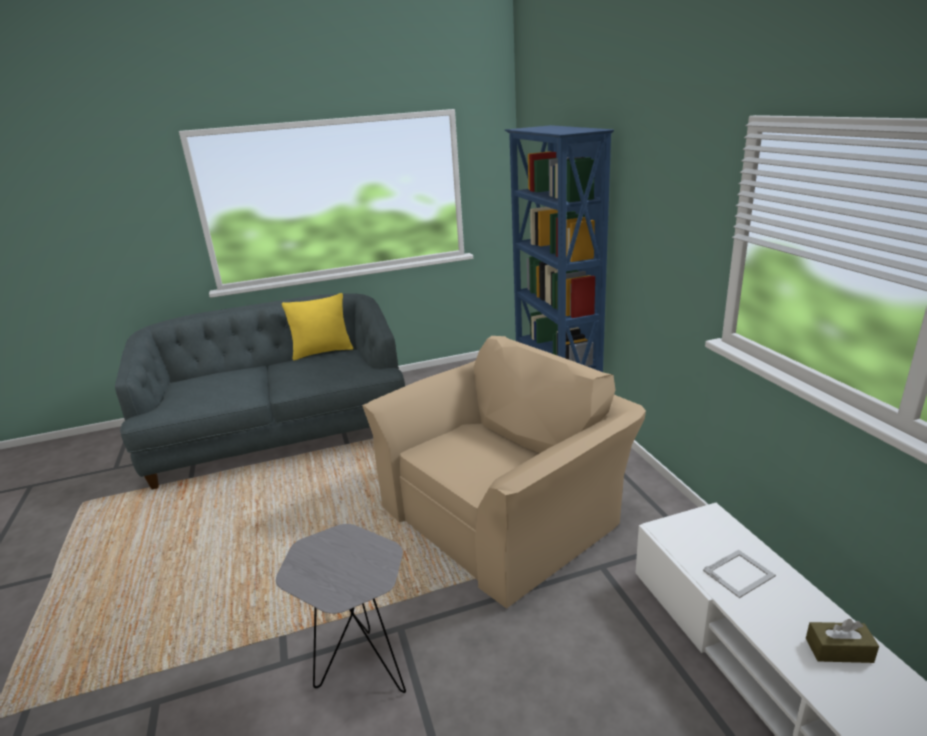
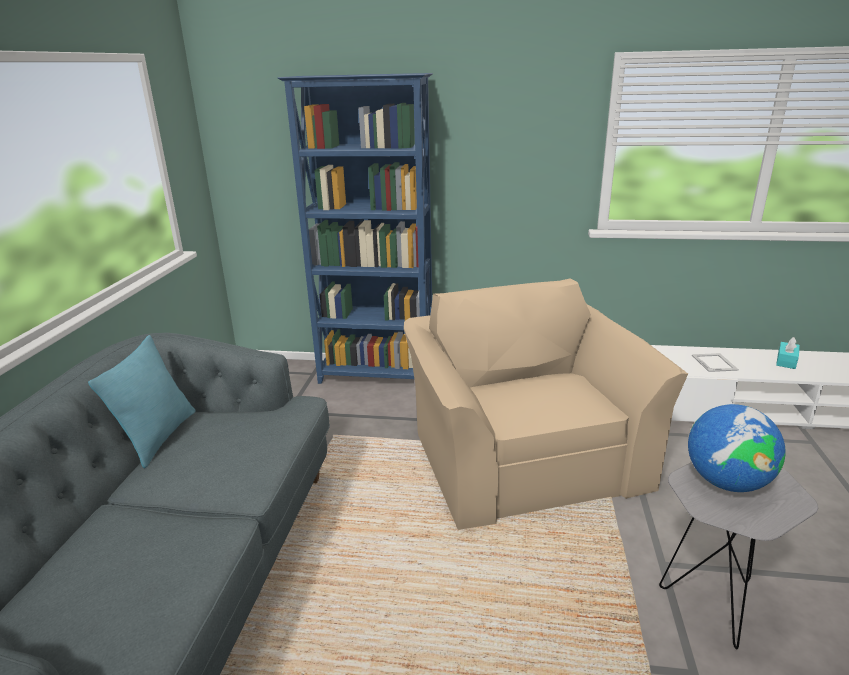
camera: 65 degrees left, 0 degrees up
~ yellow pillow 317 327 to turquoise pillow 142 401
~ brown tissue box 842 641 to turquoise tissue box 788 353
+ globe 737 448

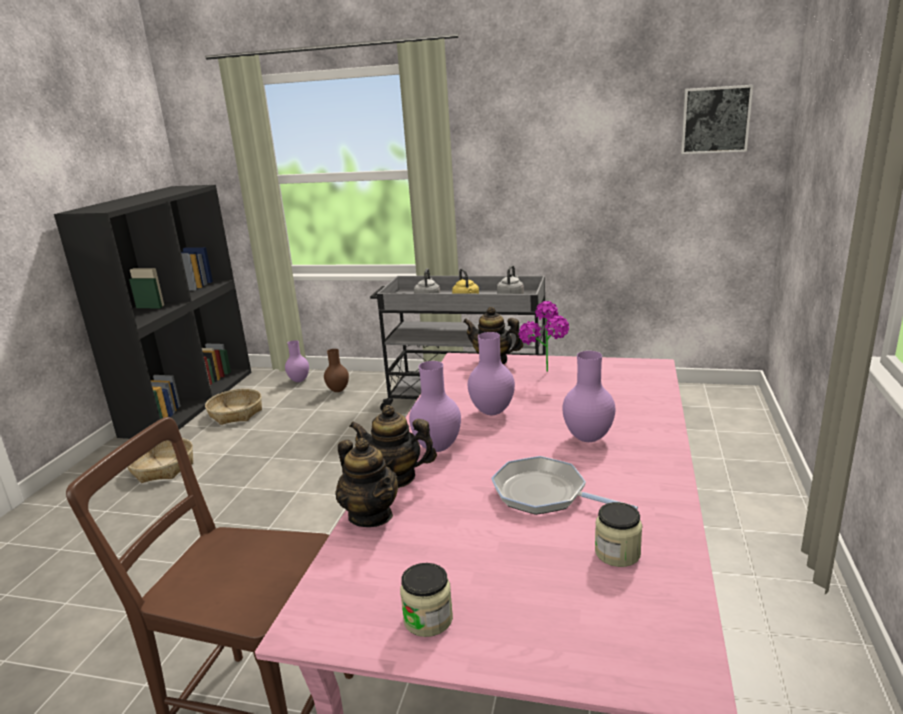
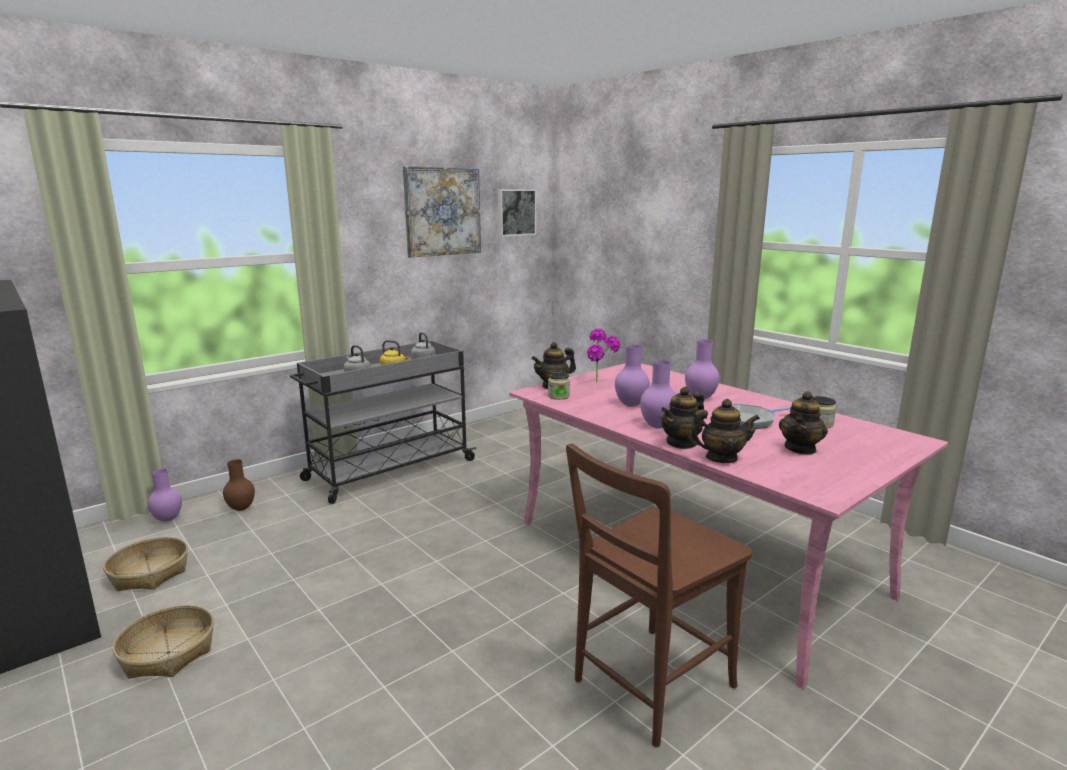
camera: 55 degrees left, 5 degrees down
~ jar 426 600 to 559 386
+ picture 442 212
+ teapot 803 423

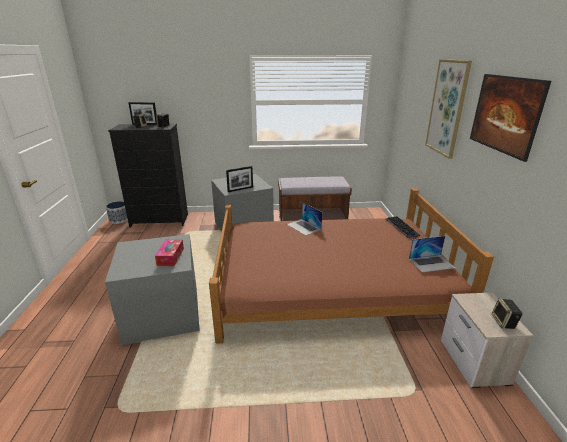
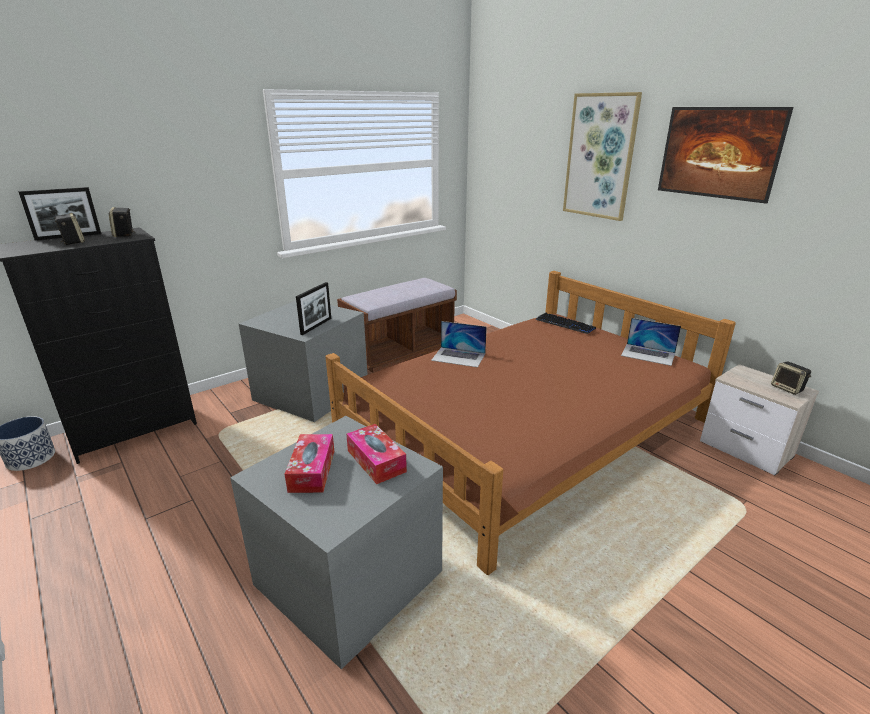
camera: 35 degrees left, 0 degrees up
~ laptop 432 254 = 651 342 75 degrees clockwise
+ tissue box 309 463

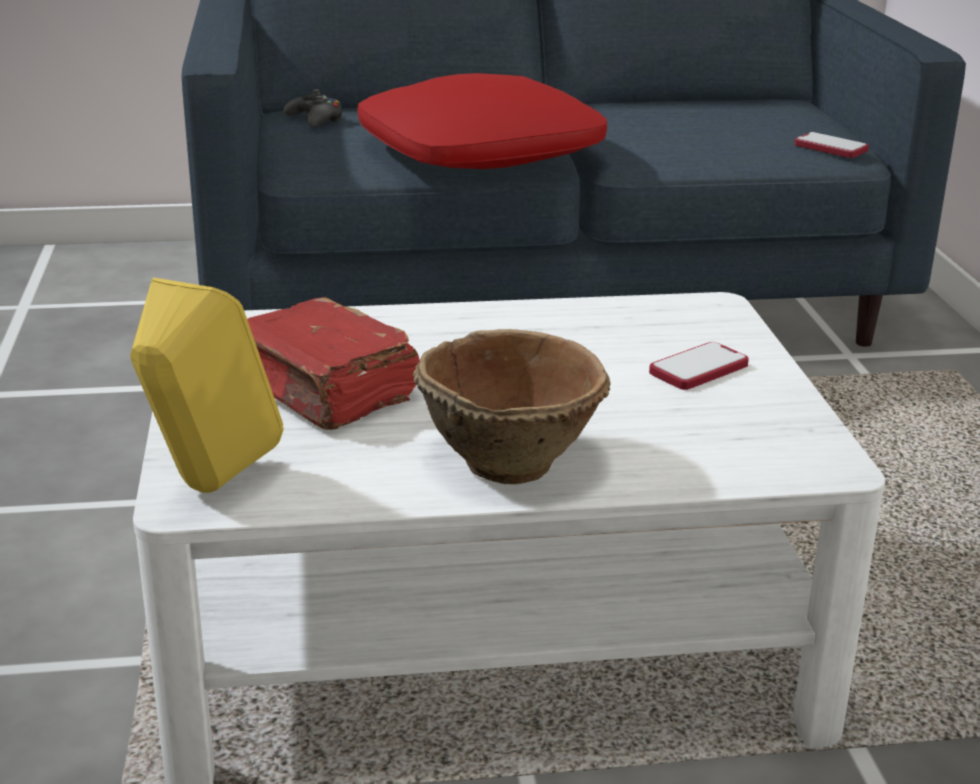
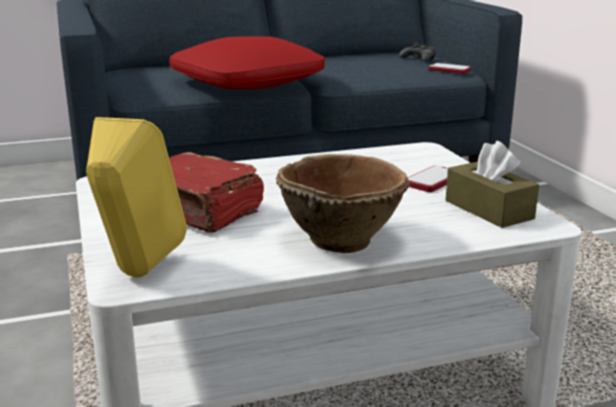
camera: 10 degrees left, 5 degrees down
~ black game controller 313 108 to 417 51
+ brown tissue box 492 184

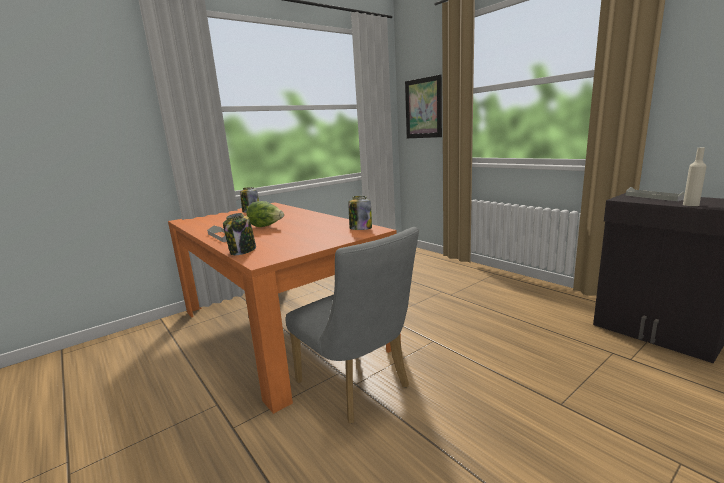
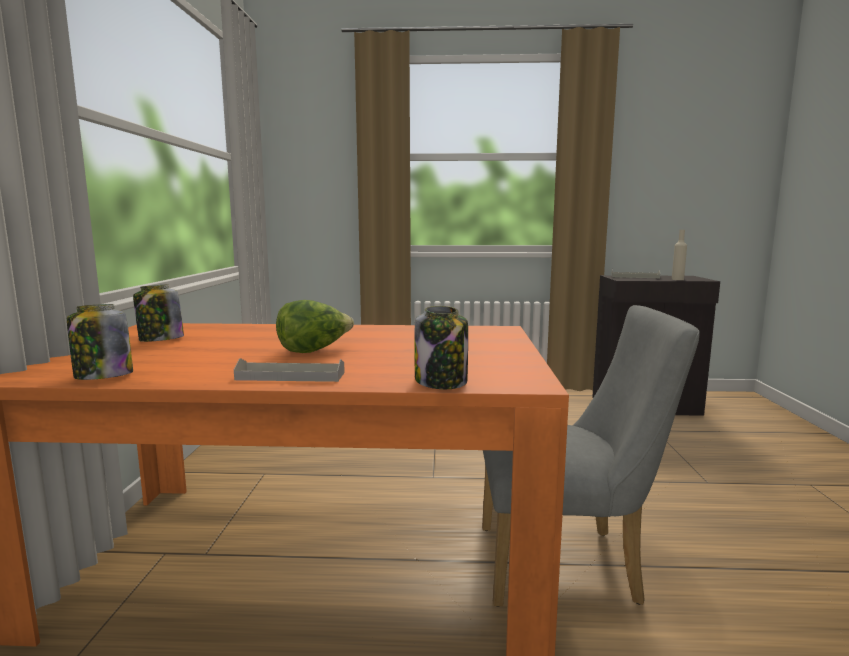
camera: 50 degrees left, 5 degrees down
- picture 423 106
~ jar 360 213 to 100 342

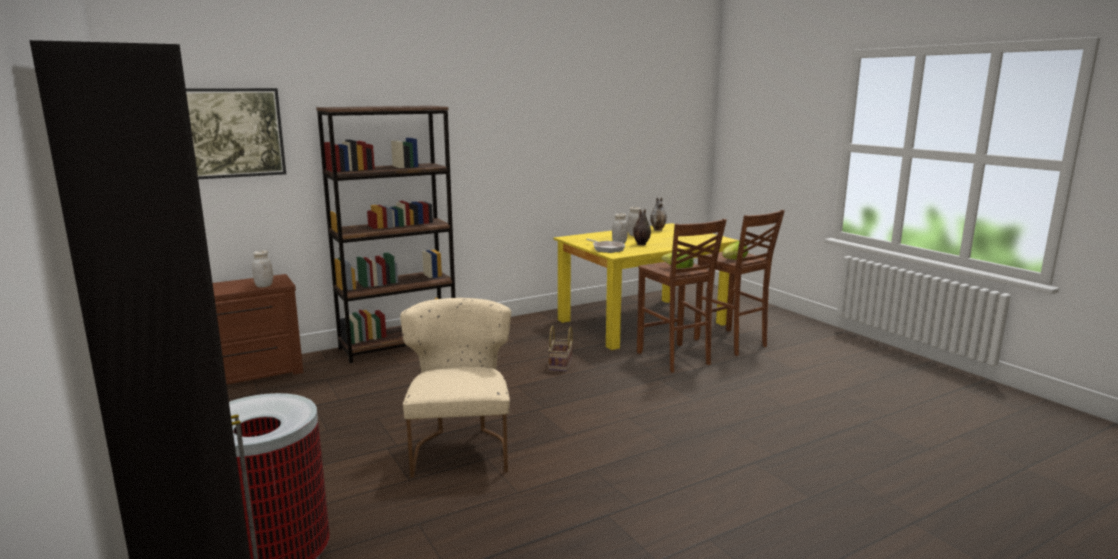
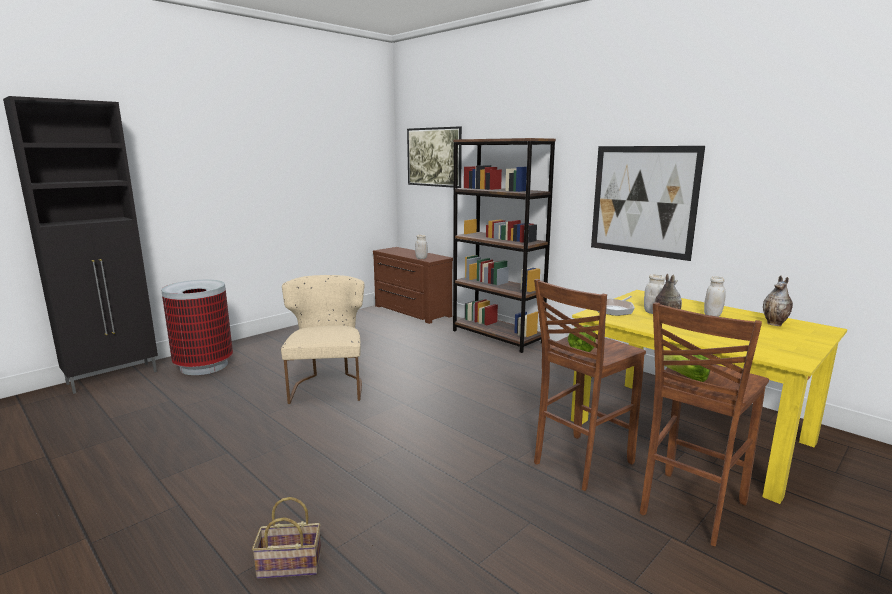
camera: 75 degrees right, 0 degrees up
~ beige chair 455 387 = 323 339 75 degrees counterclockwise
~ basket 560 348 to 286 538
+ picture 648 203

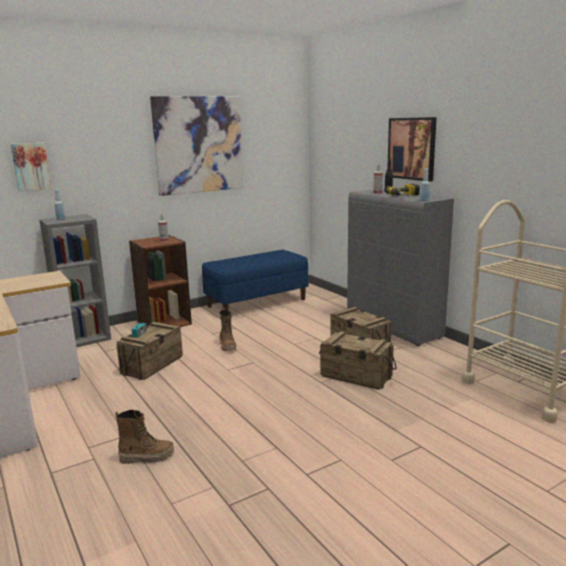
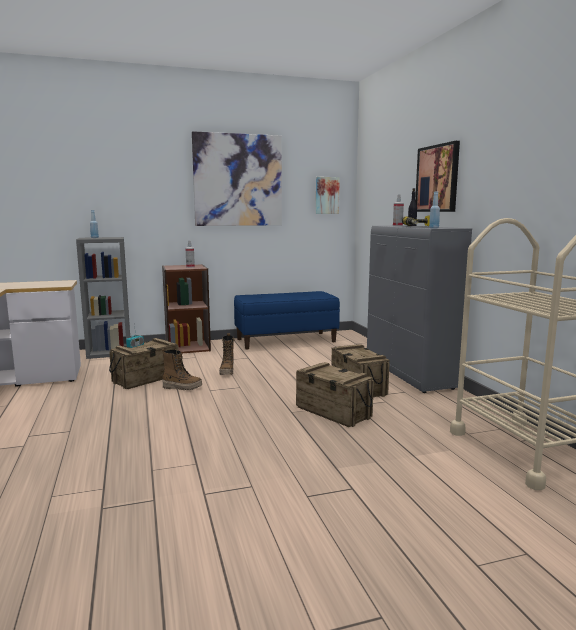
camera: 15 degrees right, 5 degrees down
~ picture 31 167 to 328 195
~ boot 144 437 to 182 369

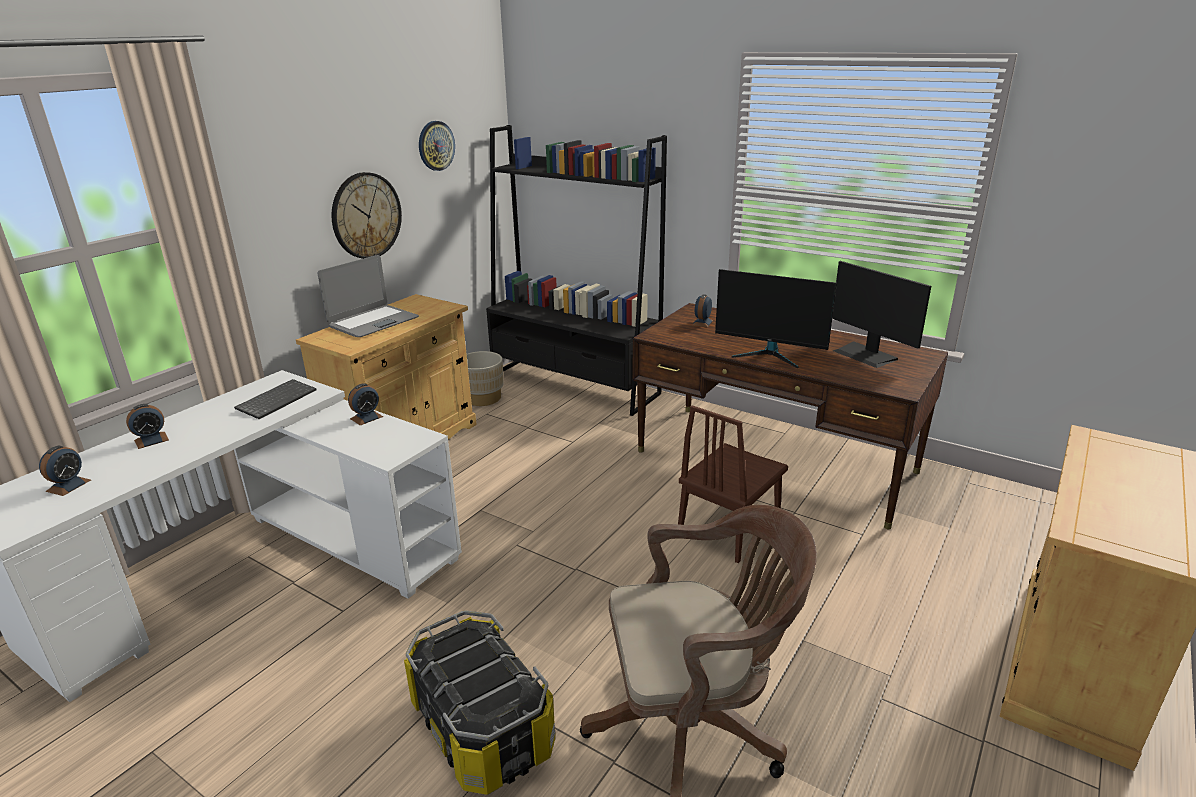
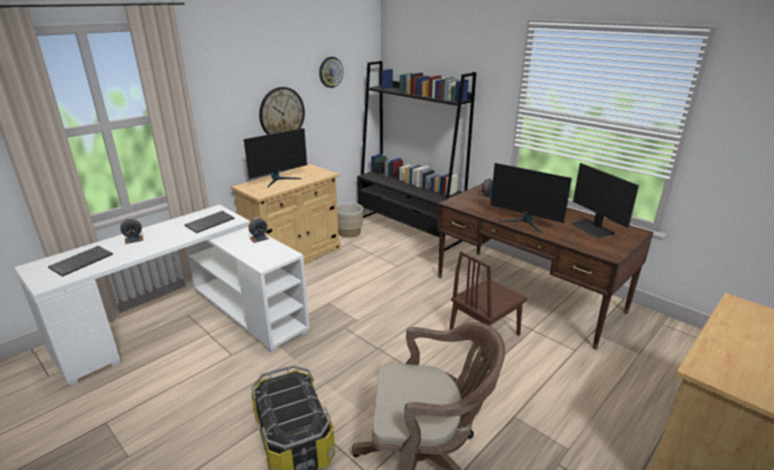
camera: 10 degrees right, 0 degrees up
~ laptop 368 296 to monitor 275 158
~ alarm clock 65 471 to keyboard 80 261

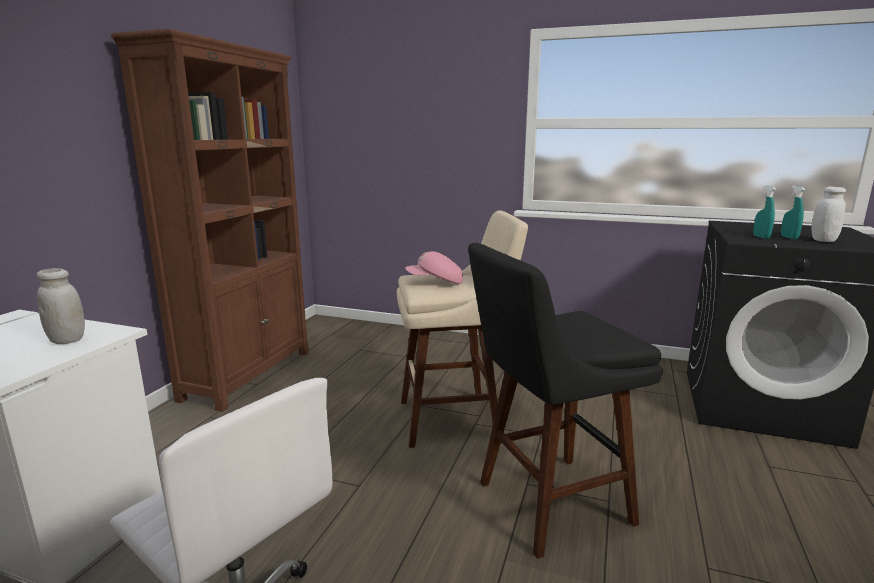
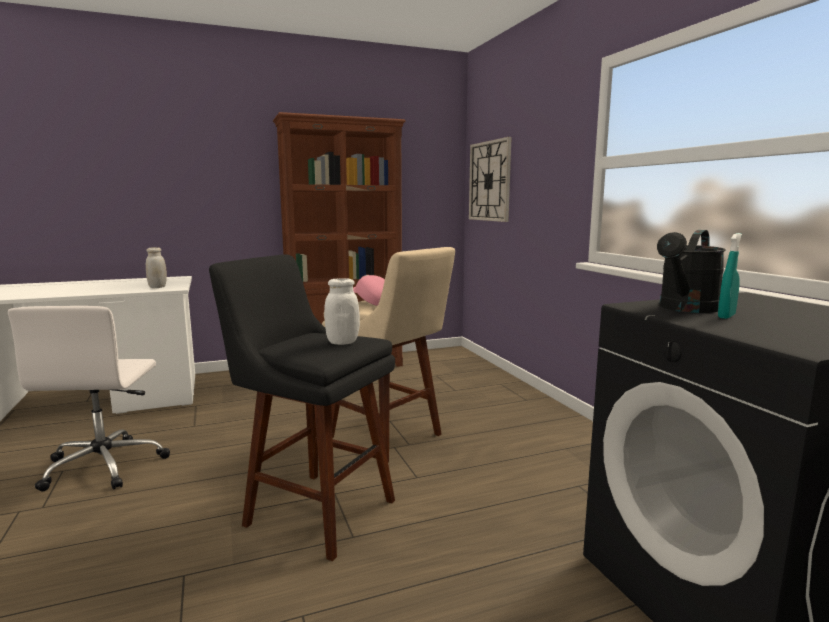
camera: 50 degrees right, 5 degrees down
~ turquoise spray bottle 764 212 to black watering can 691 271
~ white jar 829 214 to 342 311
+ wall clock 490 179

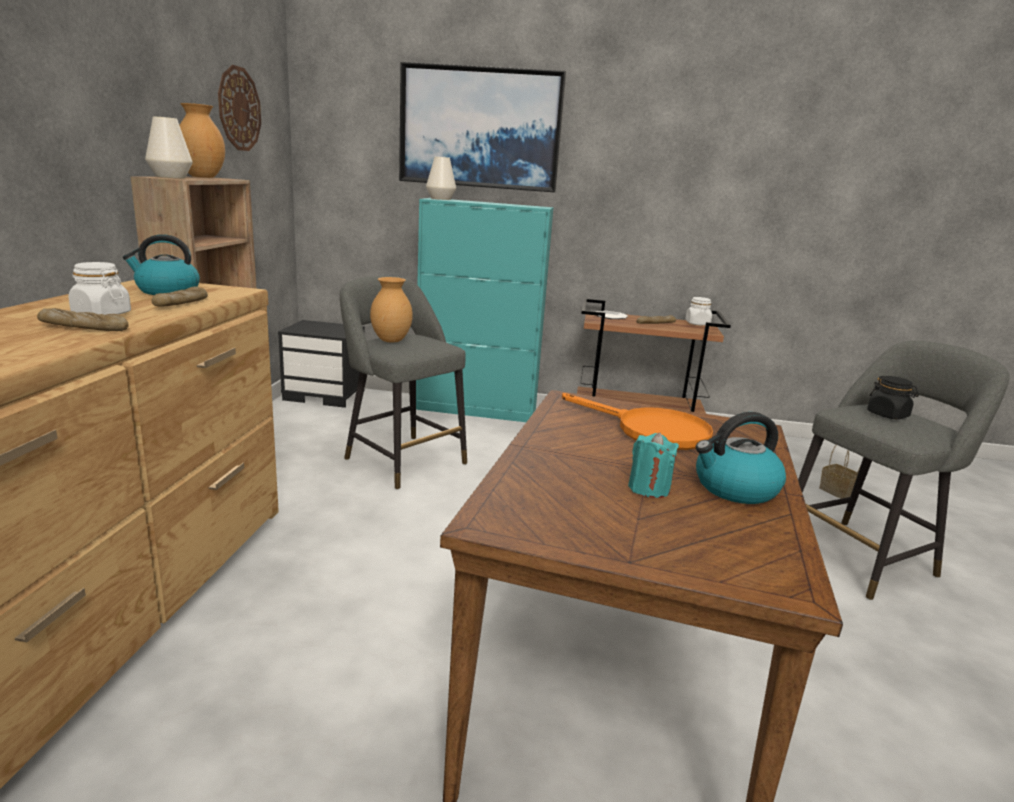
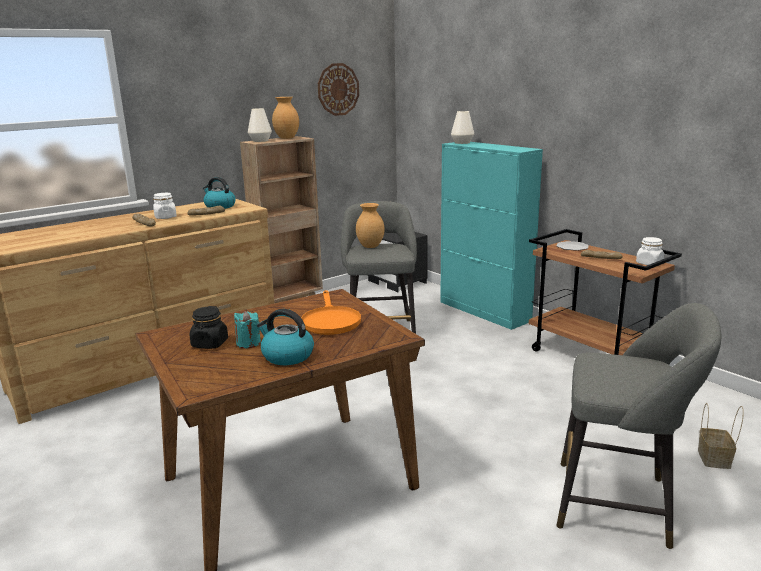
camera: 45 degrees right, 0 degrees up
- picture 482 127
~ black jar 893 398 to 209 327

